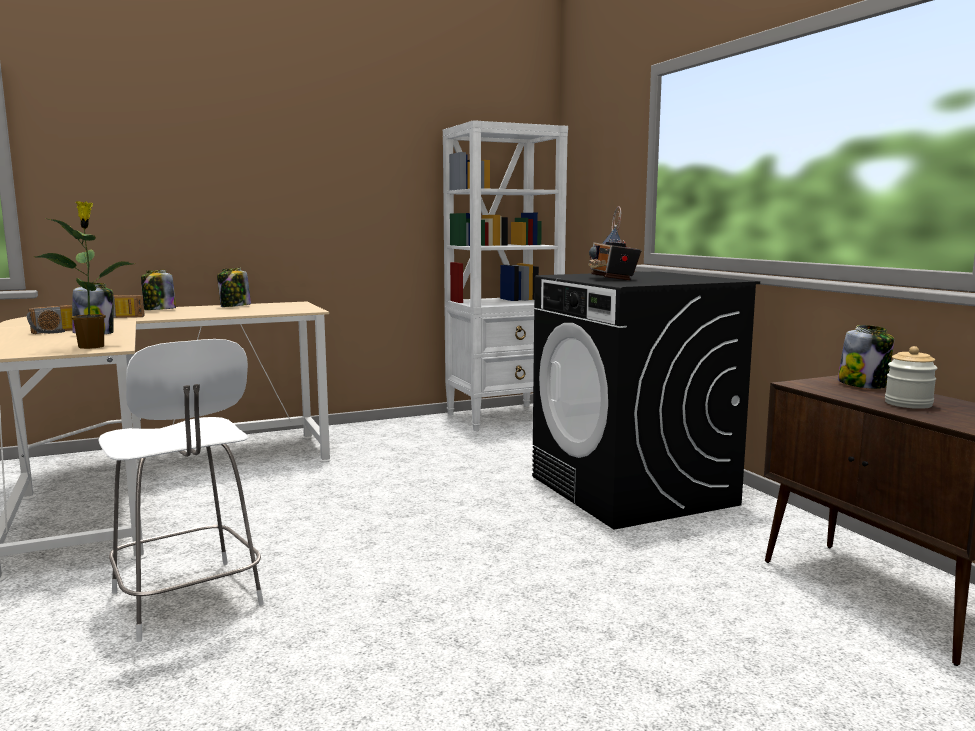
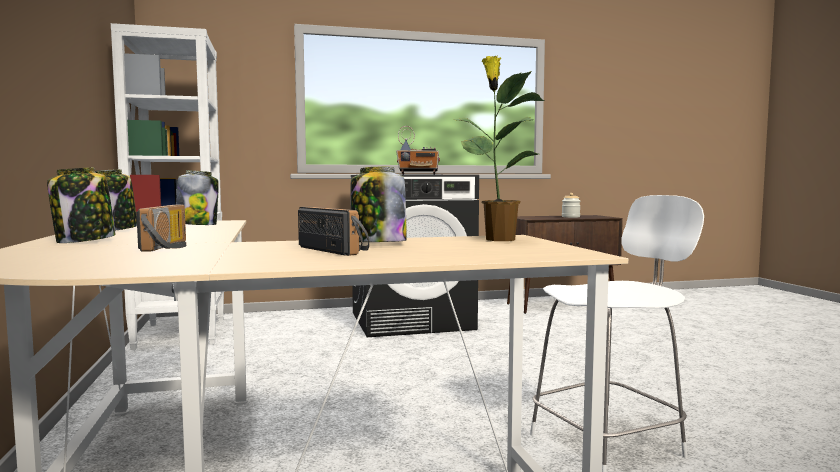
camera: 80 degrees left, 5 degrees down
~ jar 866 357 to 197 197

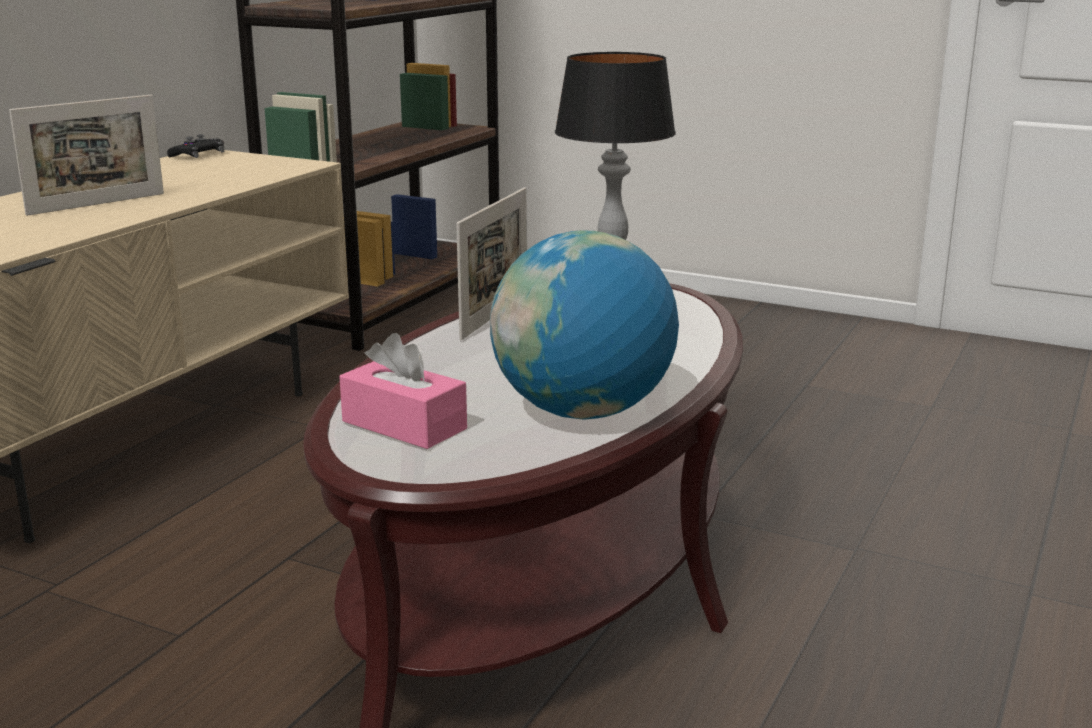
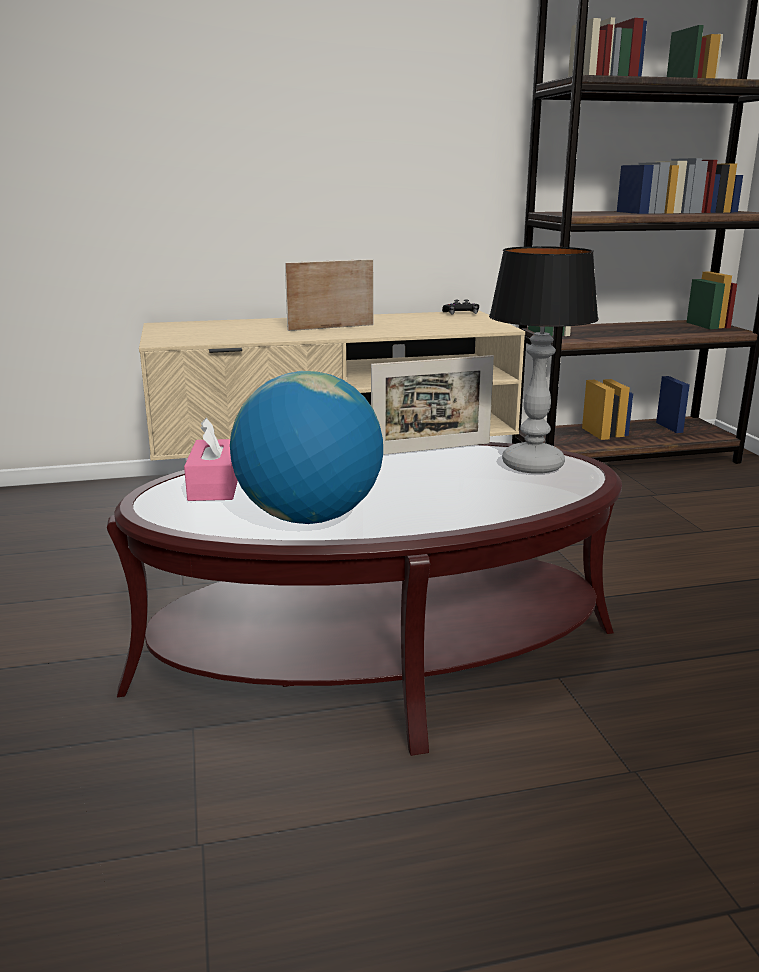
camera: 50 degrees right, 0 degrees up
~ picture frame 86 155 = 329 295 150 degrees clockwise

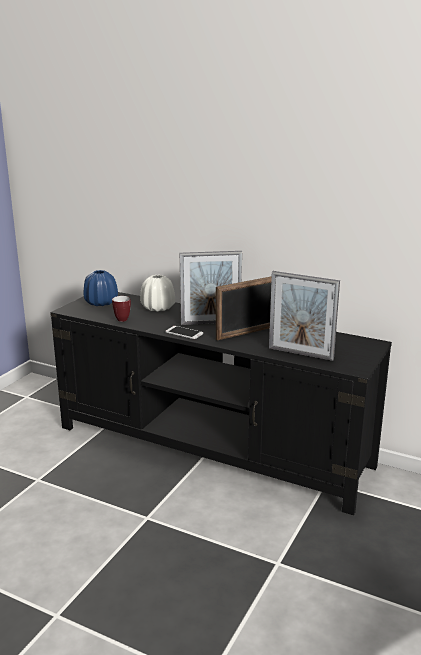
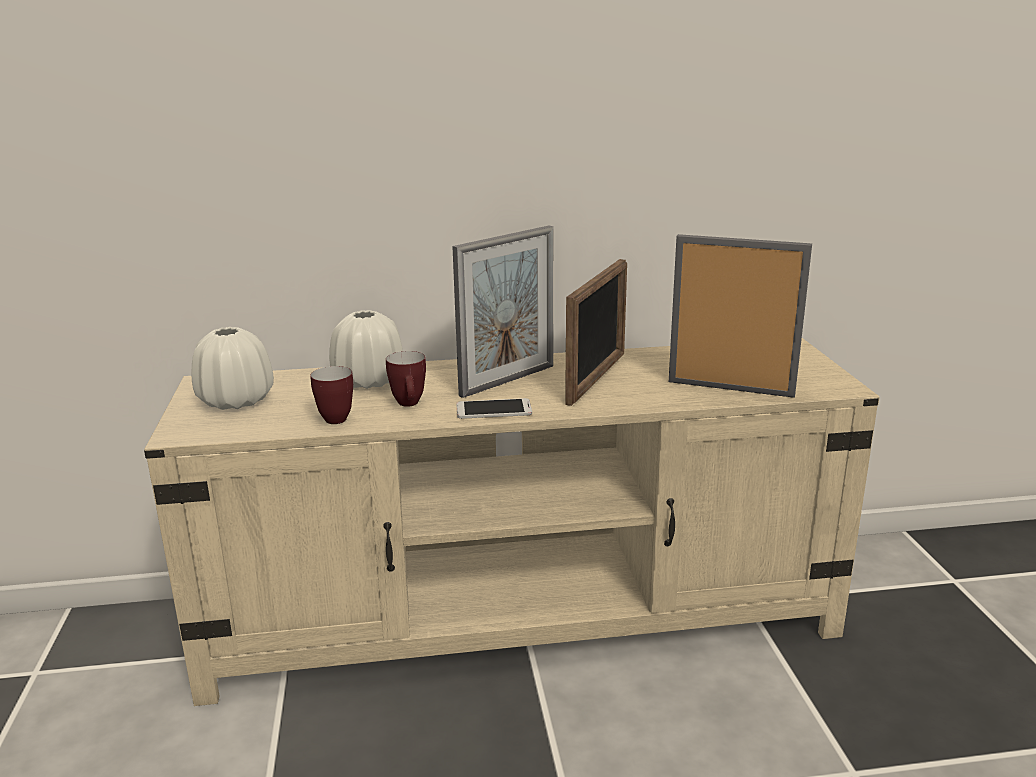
camera: 35 degrees left, 0 degrees up
~ blue vase 100 288 to white vase 232 368
~ picture frame 304 316 = 740 316 150 degrees counterclockwise
~ black tv stand 221 403 to beige tv stand 512 522
+ mug 406 379

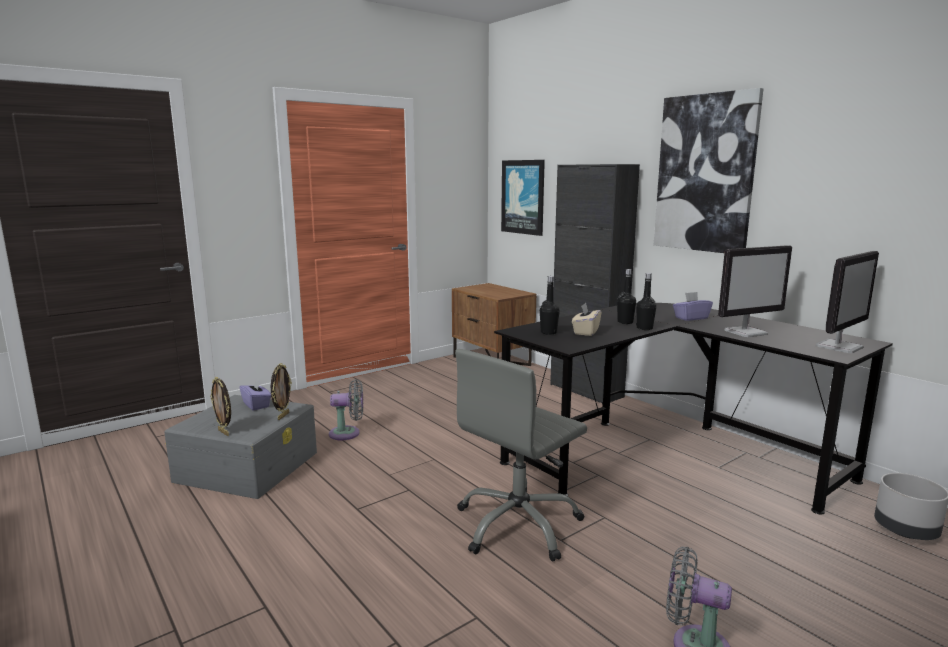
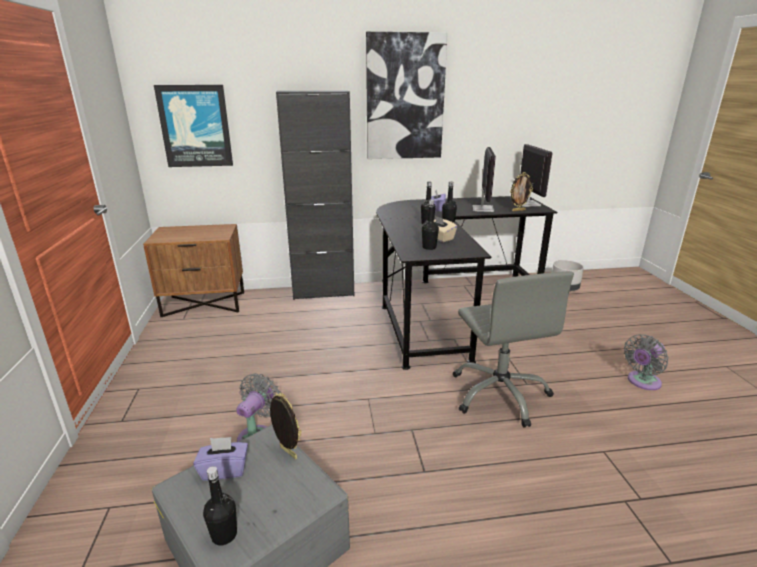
camera: 60 degrees left, 10 degrees up
~ picture frame 220 406 to 521 191
+ black bottle 220 506

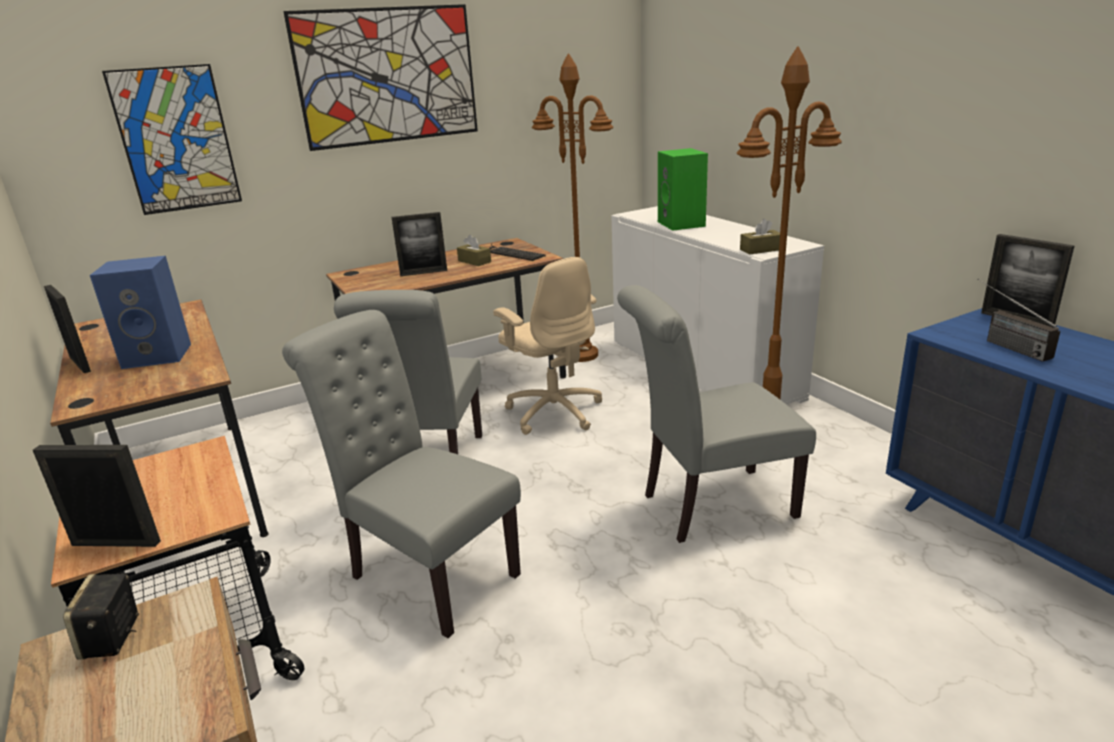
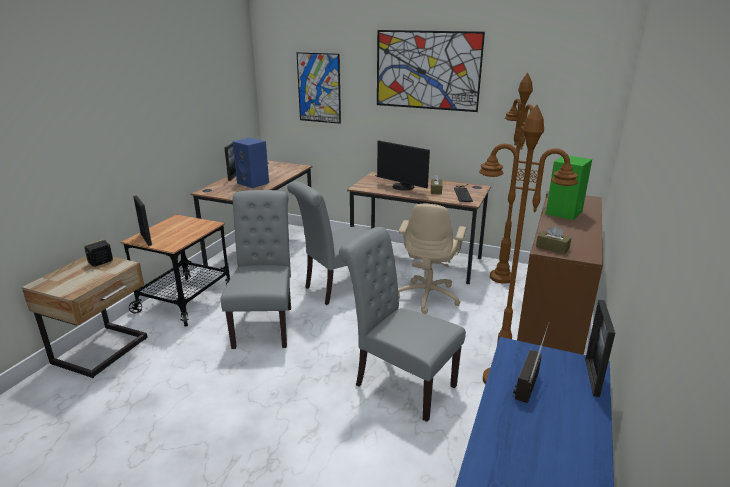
camera: 50 degrees right, 0 degrees up
~ white cabinet 717 305 to brown cabinet 560 273
~ picture frame 419 244 to monitor 403 165

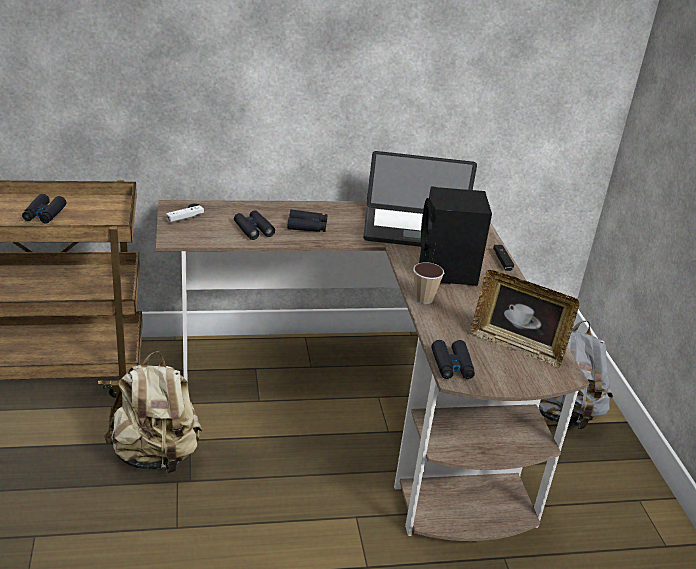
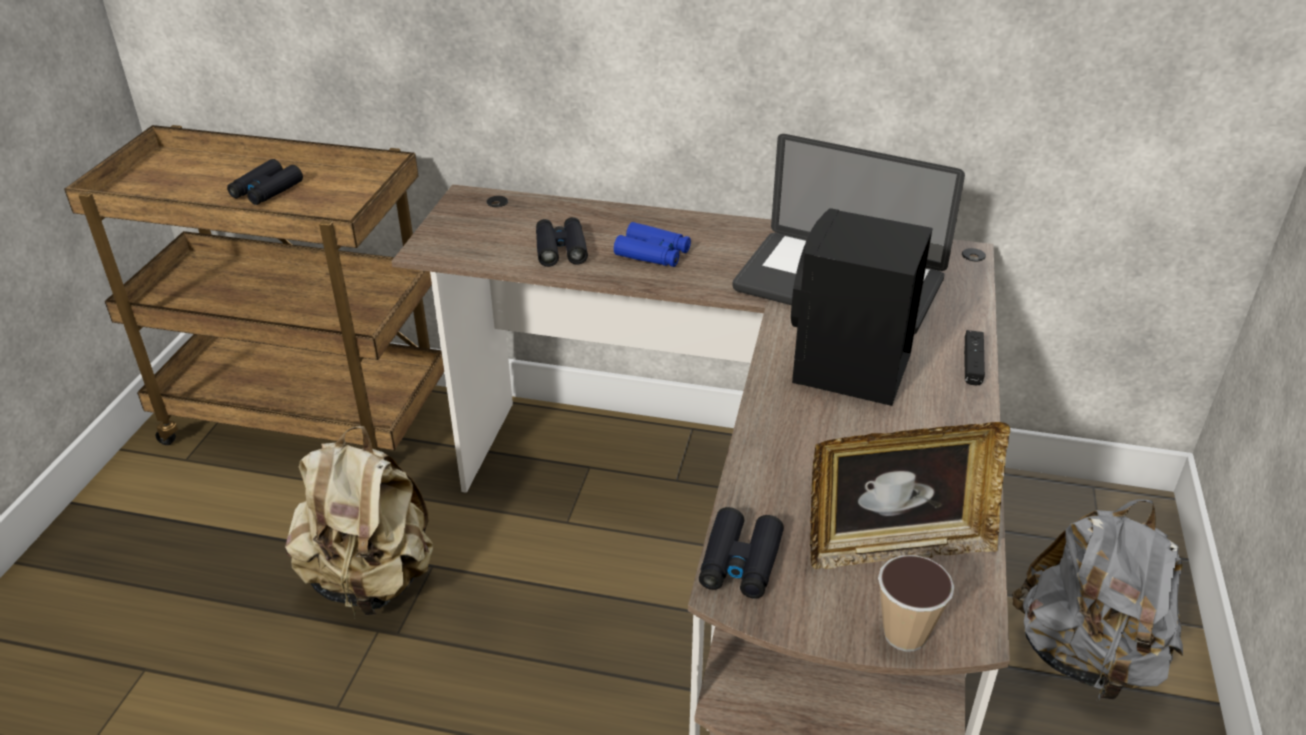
camera: 25 degrees right, 5 degrees up
- white game controller 185 214
~ black binoculars 307 221 to blue binoculars 652 244
~ cup 428 283 to 916 603
~ picture frame 524 319 = 910 495 60 degrees counterclockwise

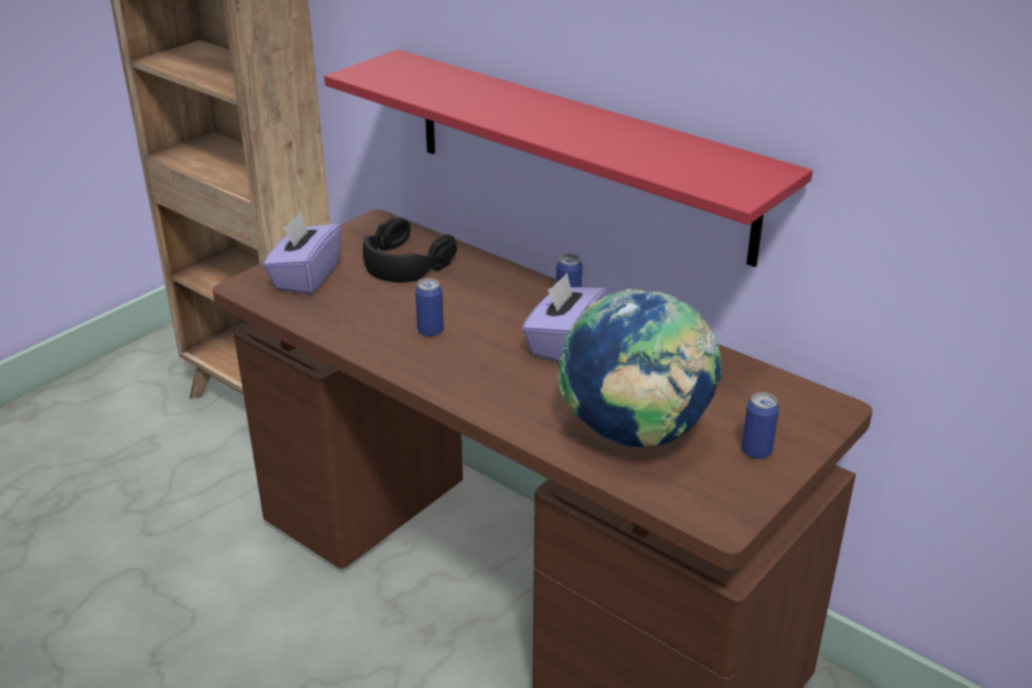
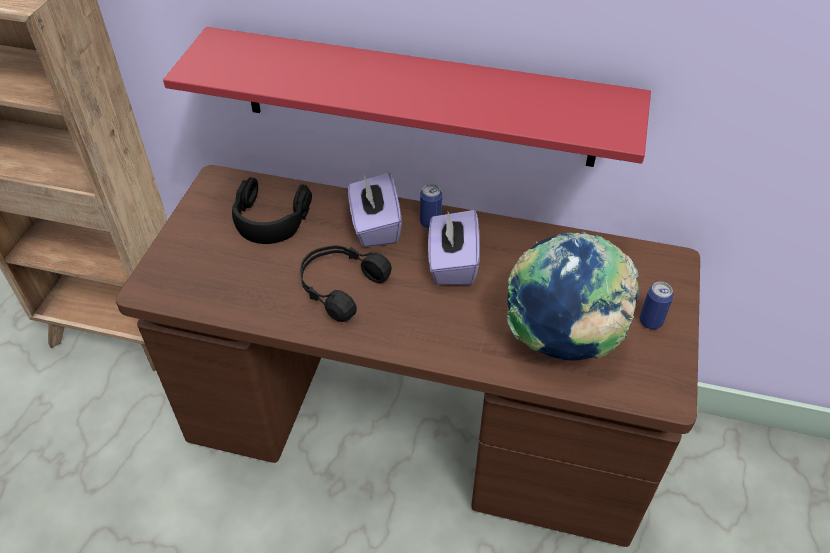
camera: 25 degrees left, 15 degrees up
~ purple tissue box 302 253 to 375 210
~ can 429 307 to black headphones 346 283

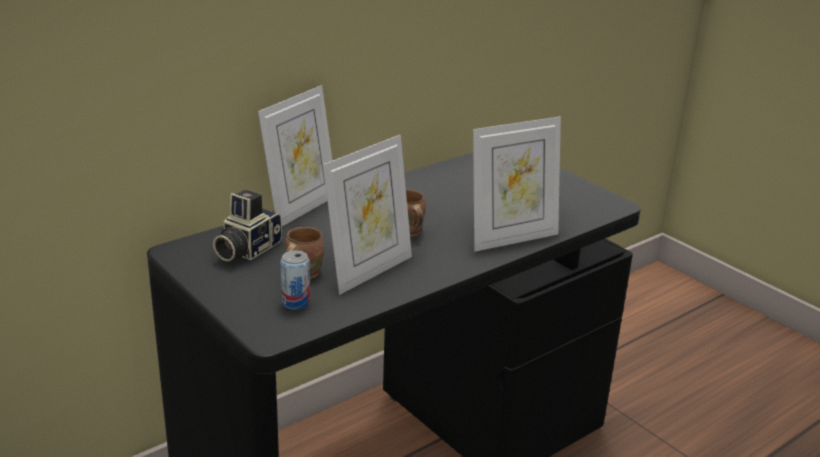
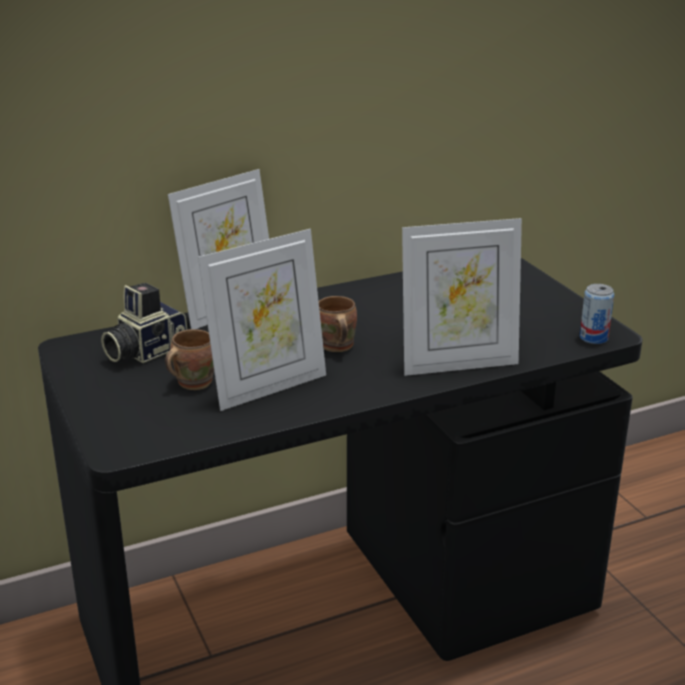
camera: 15 degrees right, 0 degrees up
~ can 295 280 to 597 314

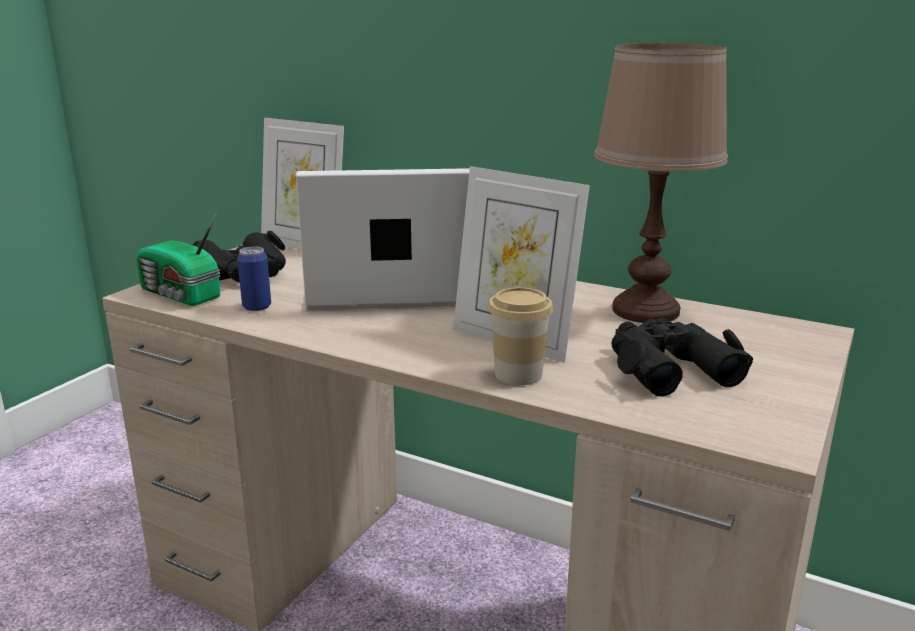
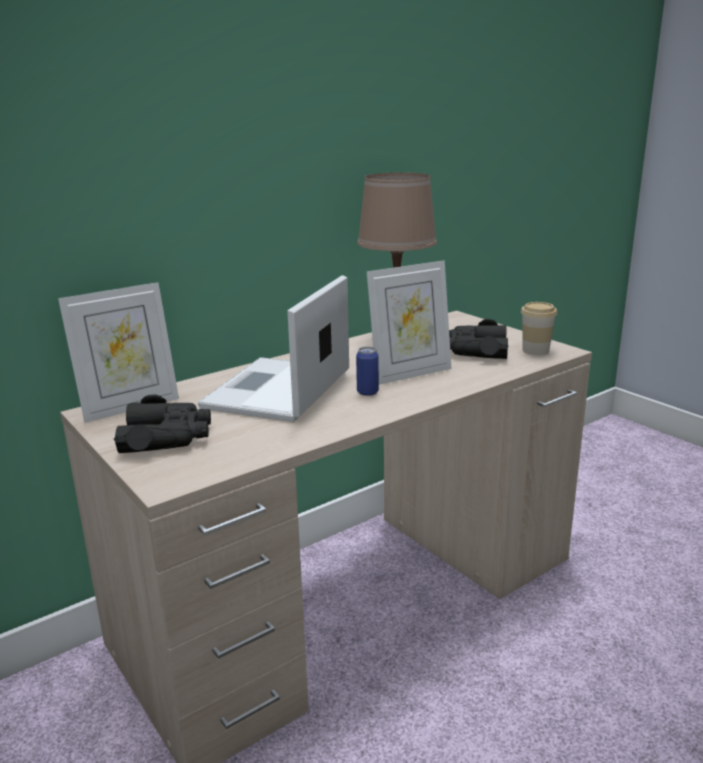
camera: 65 degrees left, 0 degrees up
- radio 178 259
~ can 254 279 to 367 371
~ cup 520 336 to 539 328

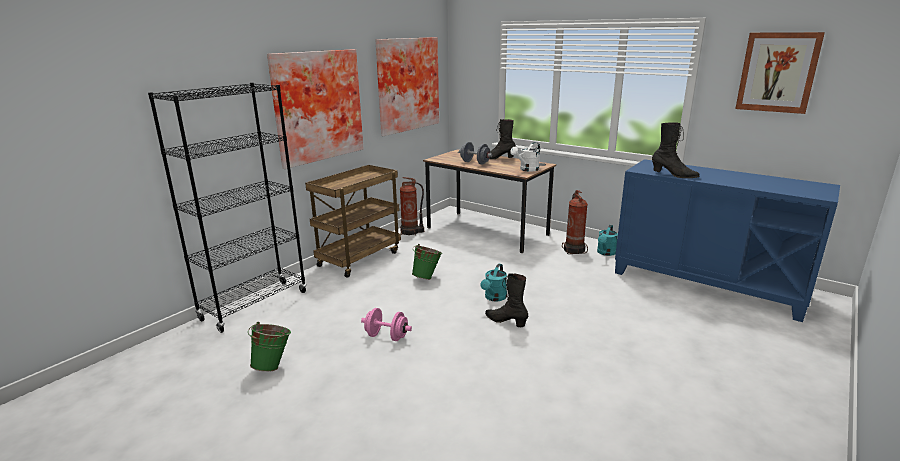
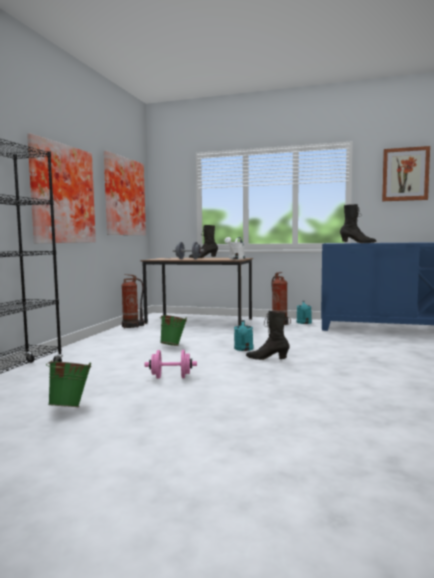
camera: 20 degrees left, 15 degrees down
- brown cart 353 221

